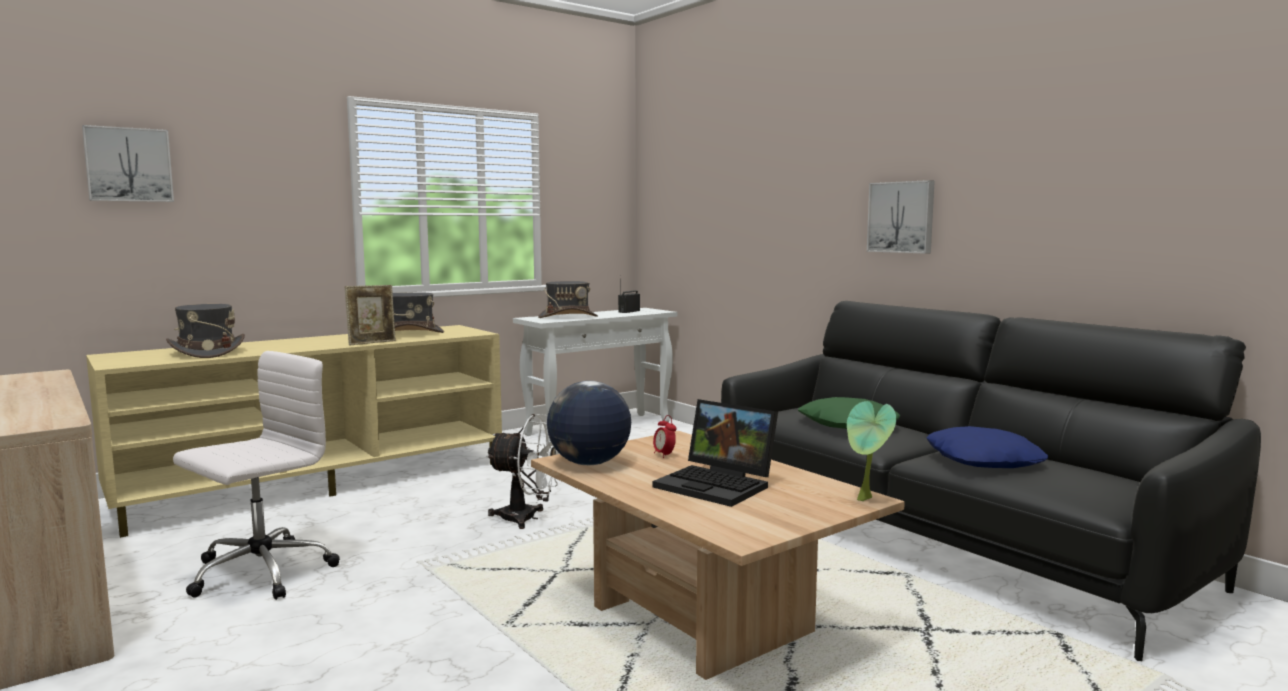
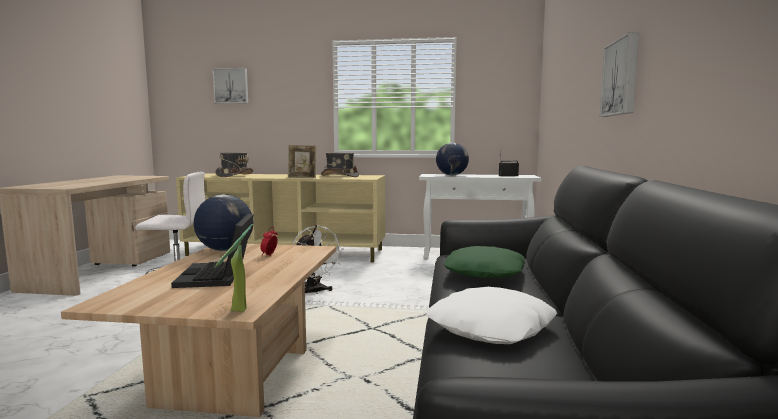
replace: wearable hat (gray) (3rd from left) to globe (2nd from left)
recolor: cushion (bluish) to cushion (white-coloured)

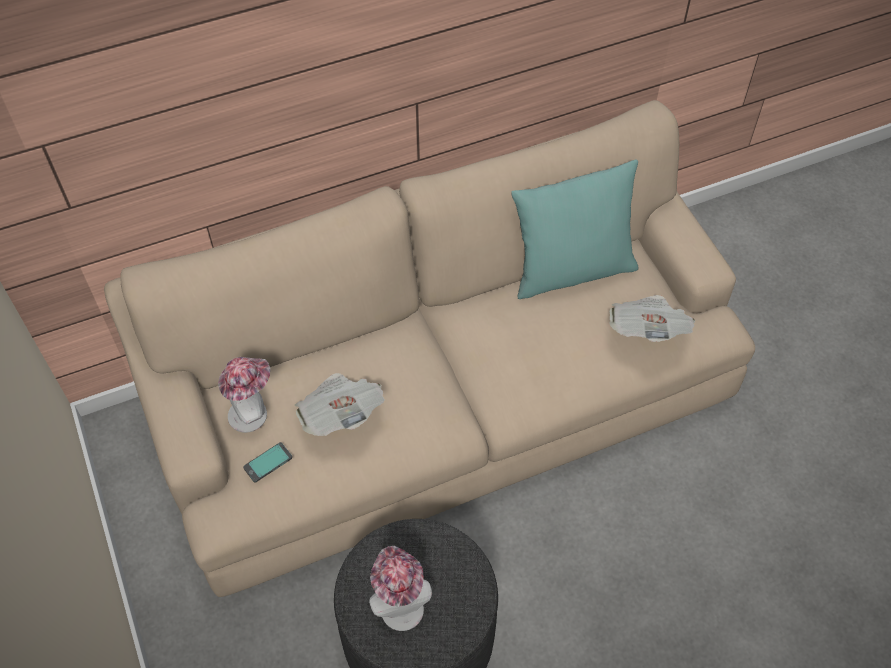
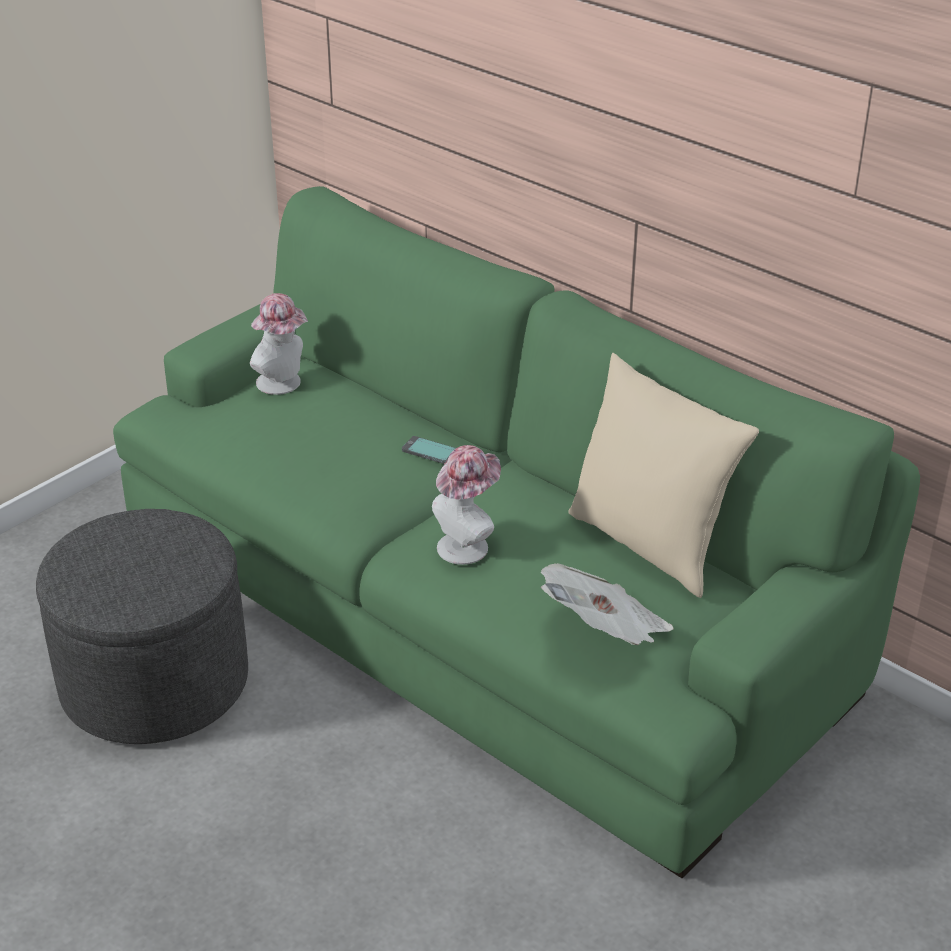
delete: printed paper (1st from left)
move: handset; wearable hat (2nd from left)
recolor: couch (beige-coloured) to couch (greenish); cushion (turquoise-coloured) to cushion (beige-coloured)

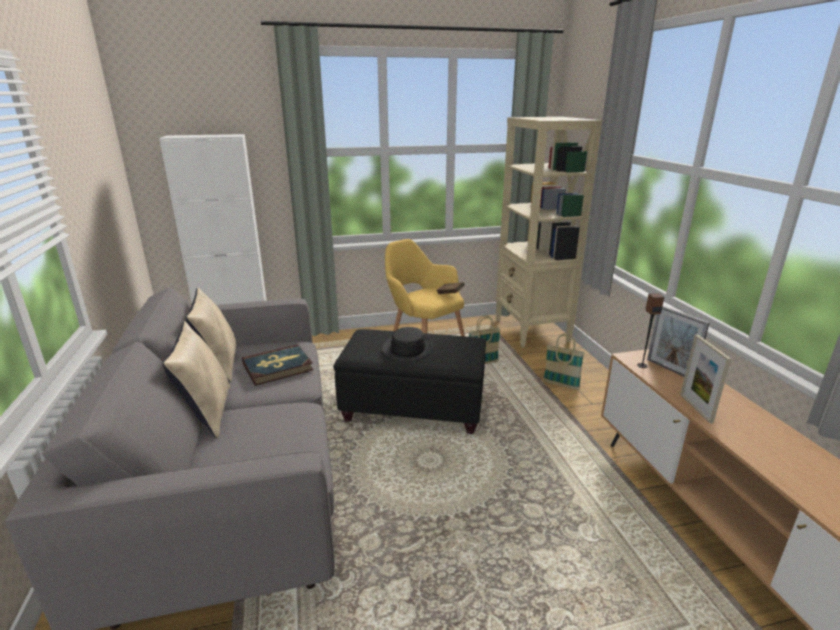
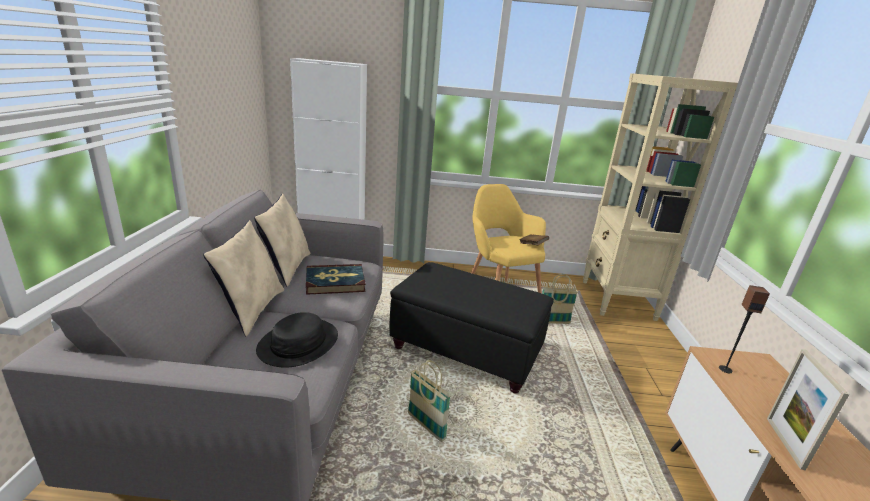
delete: standing frame (1st from left)
move: wearable hat (black-coloured); household basket (2nd from left in the first image) to household basket (1st from left)

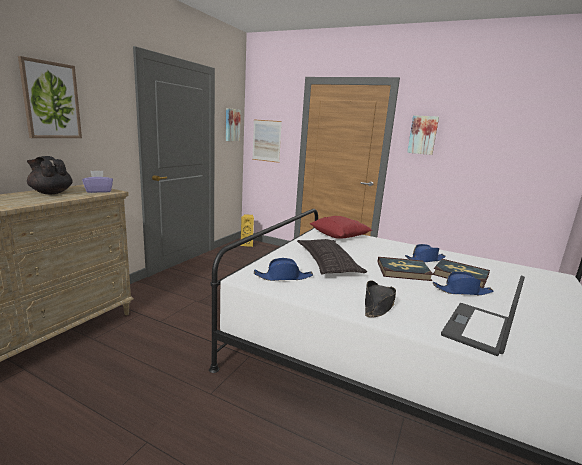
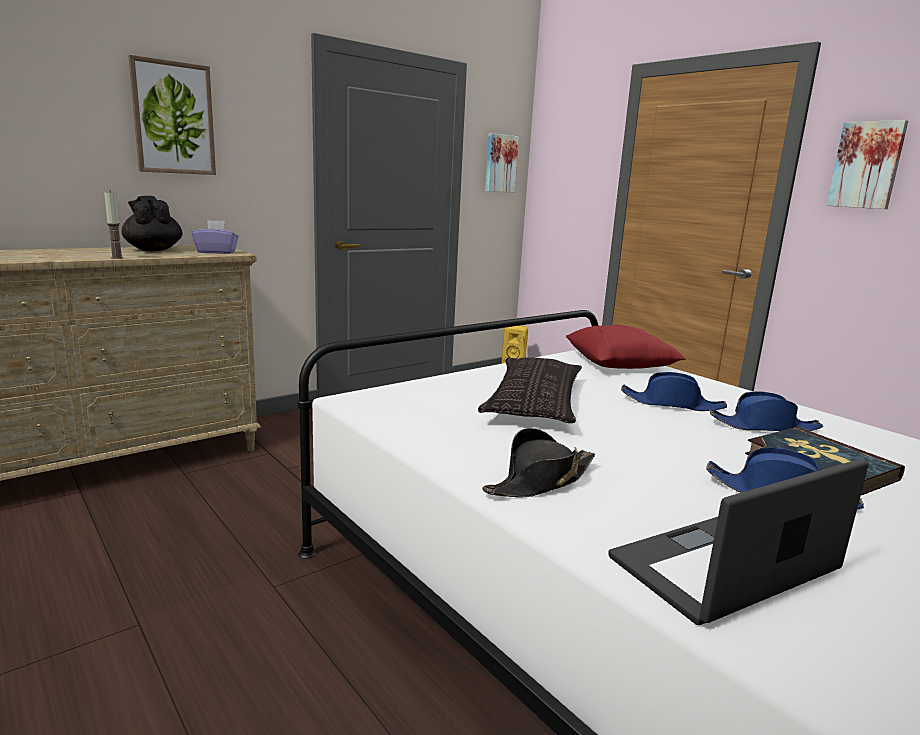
delete: wall picture (3rd from left); book (1st from left)
insert: candle
move: wearable hat (bluish) (1st from left)

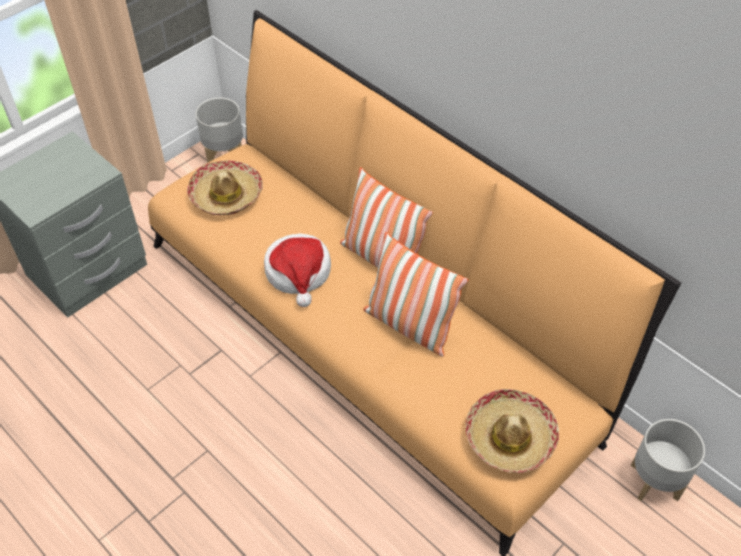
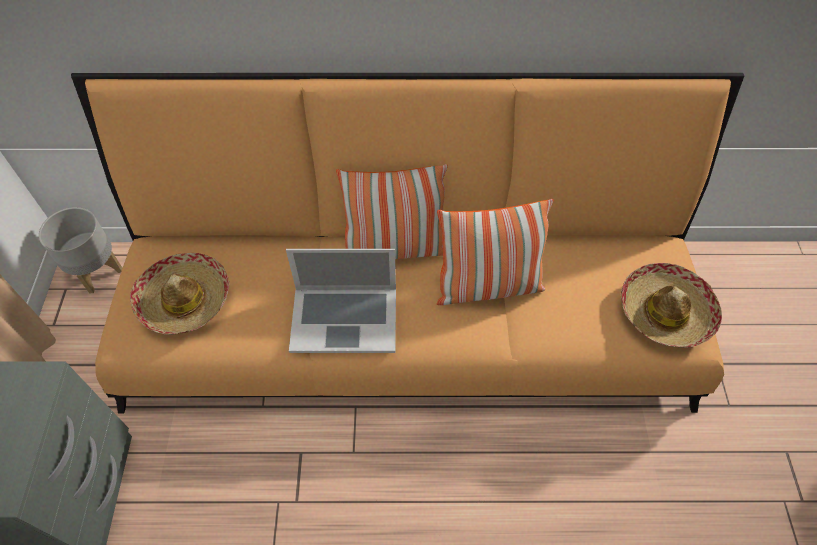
delete: plant pot (gray) (2nd from left)
replace: wearable hat (2nd from left) to laptop

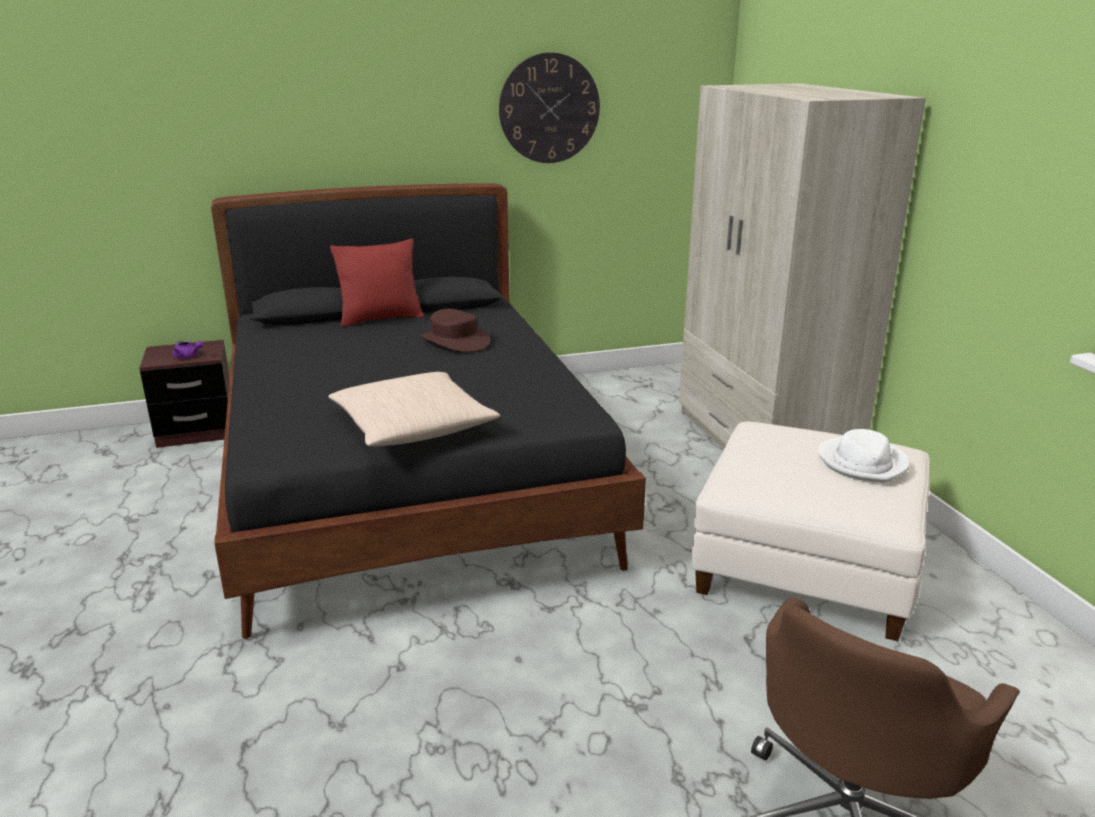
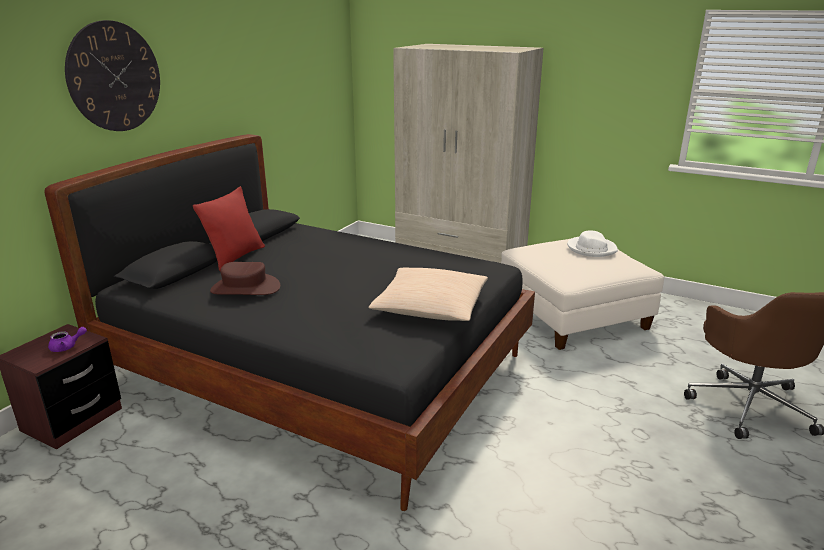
move: clock on the wall; wearable hat (brownish)

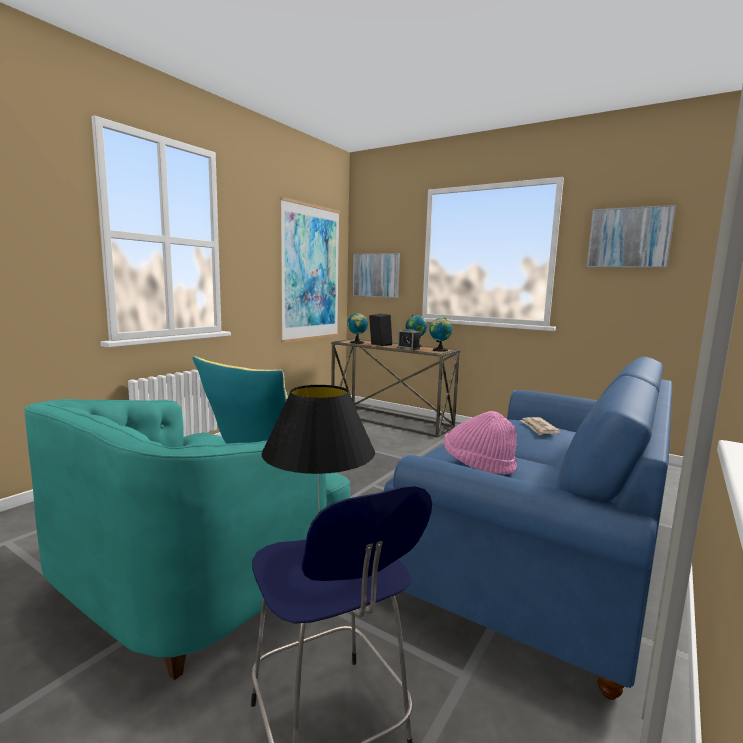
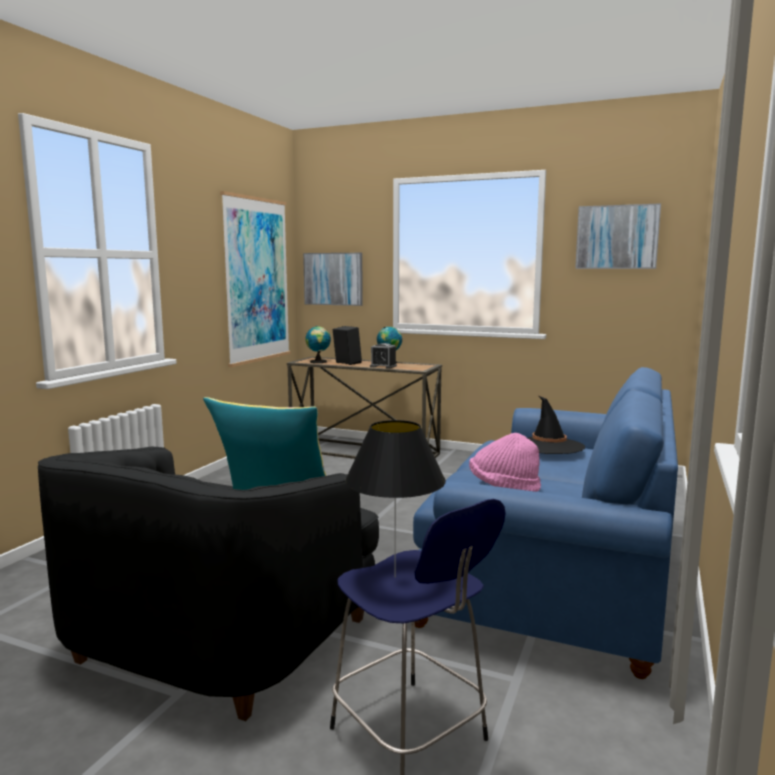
delete: globe (3rd from left)
replace: printed paper to wearable hat (black-coloured)
recolor: armchair (turquoise-coloured) to armchair (black-coloured)

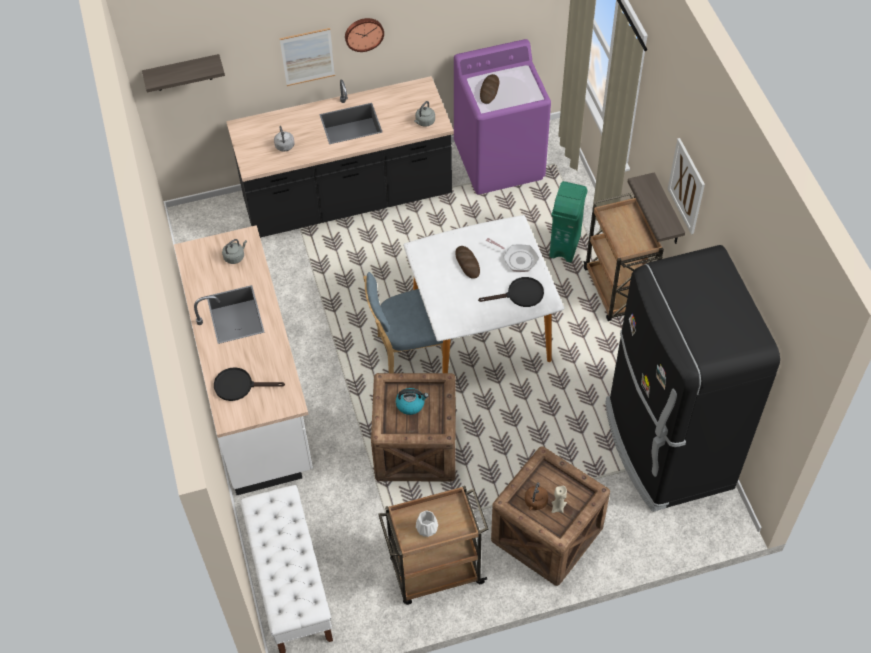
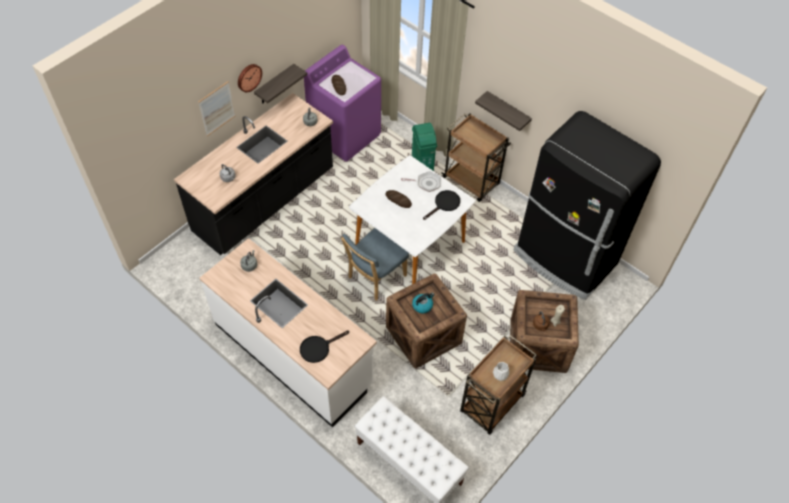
delete: wall picture (2nd from left)
move: shelf (1st from left)

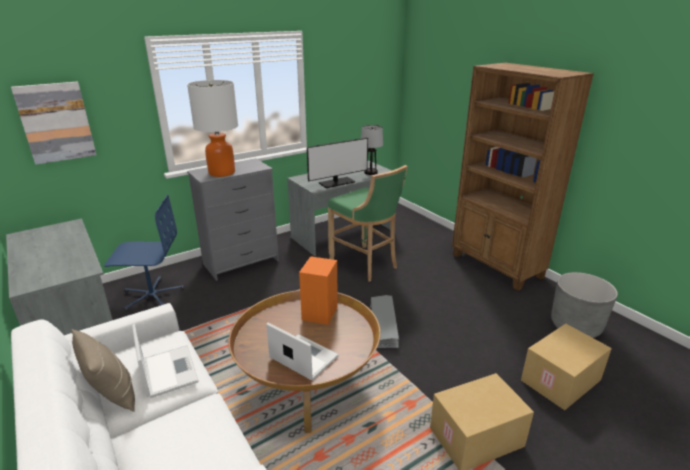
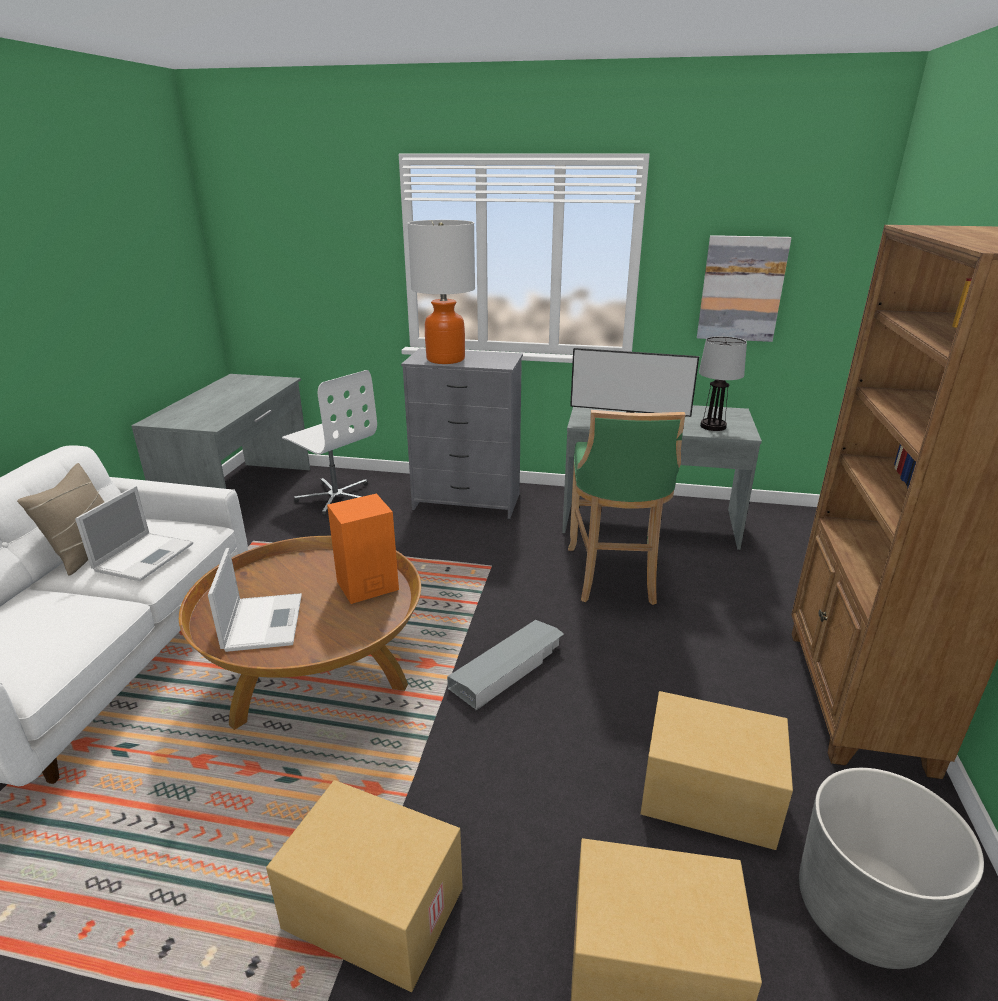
insert: packing box (3rd from left)
move: wall picture
recolor: computer chair (bluish) to computer chair (white-coloured)

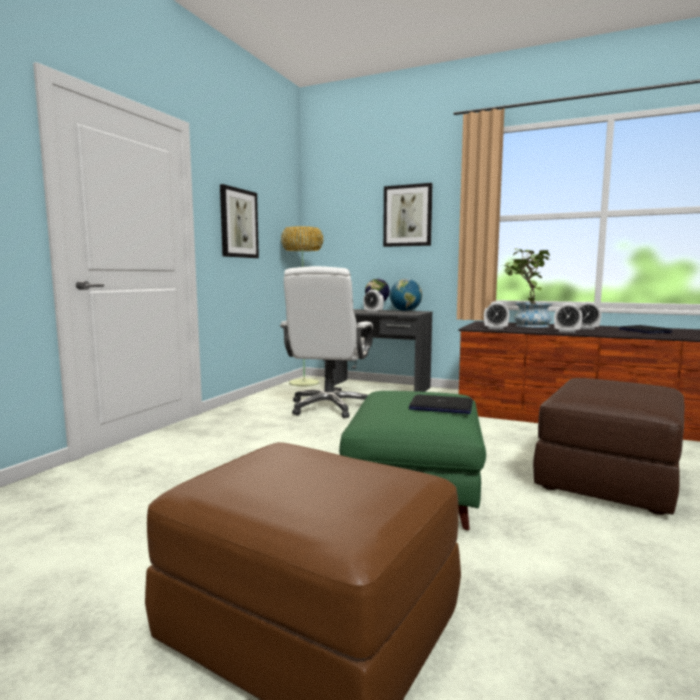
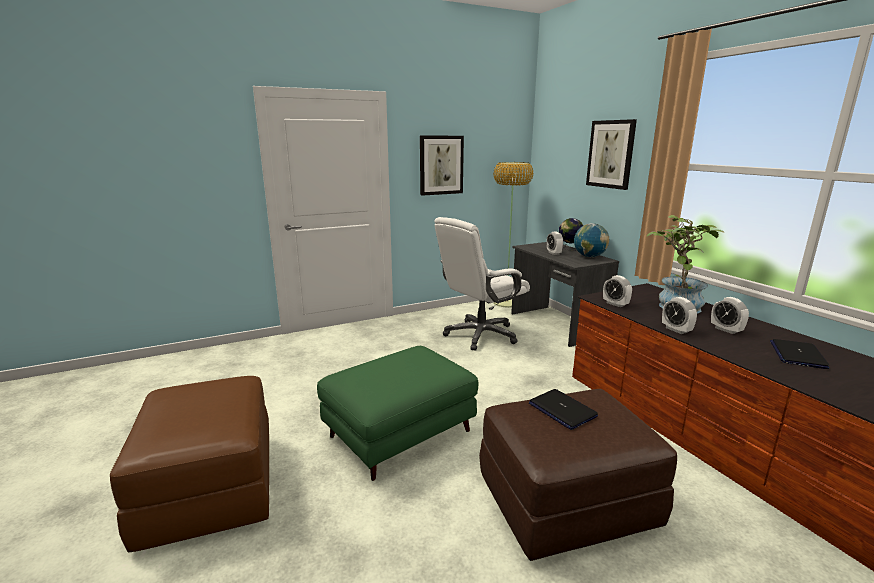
move: laptop (1st from left)

